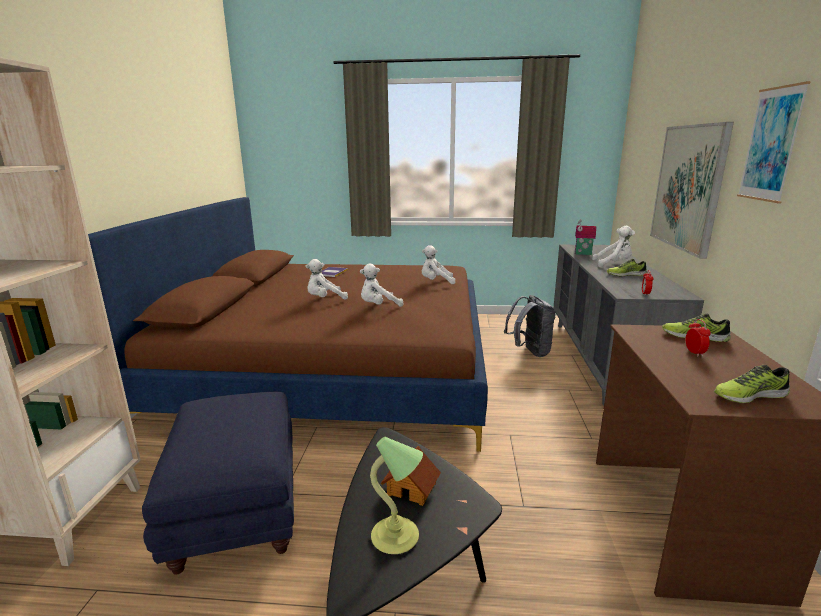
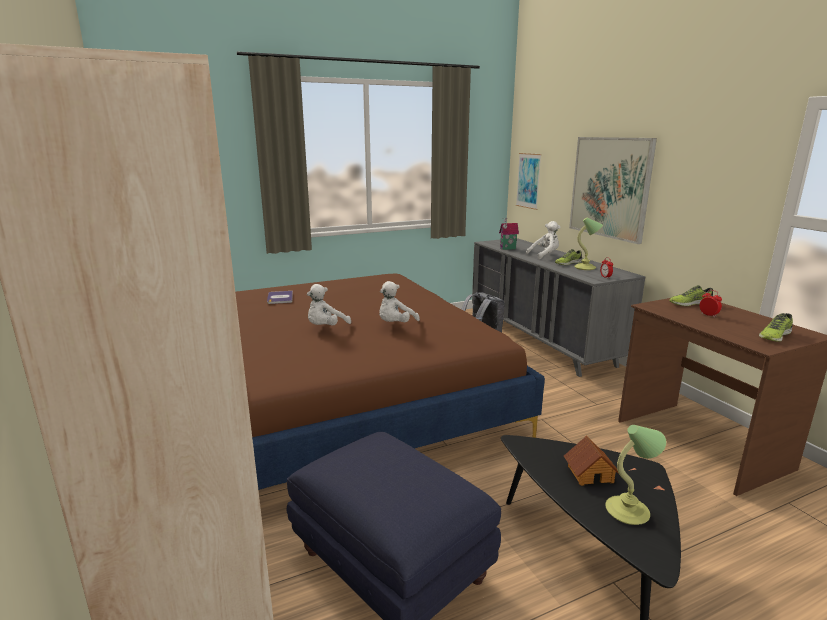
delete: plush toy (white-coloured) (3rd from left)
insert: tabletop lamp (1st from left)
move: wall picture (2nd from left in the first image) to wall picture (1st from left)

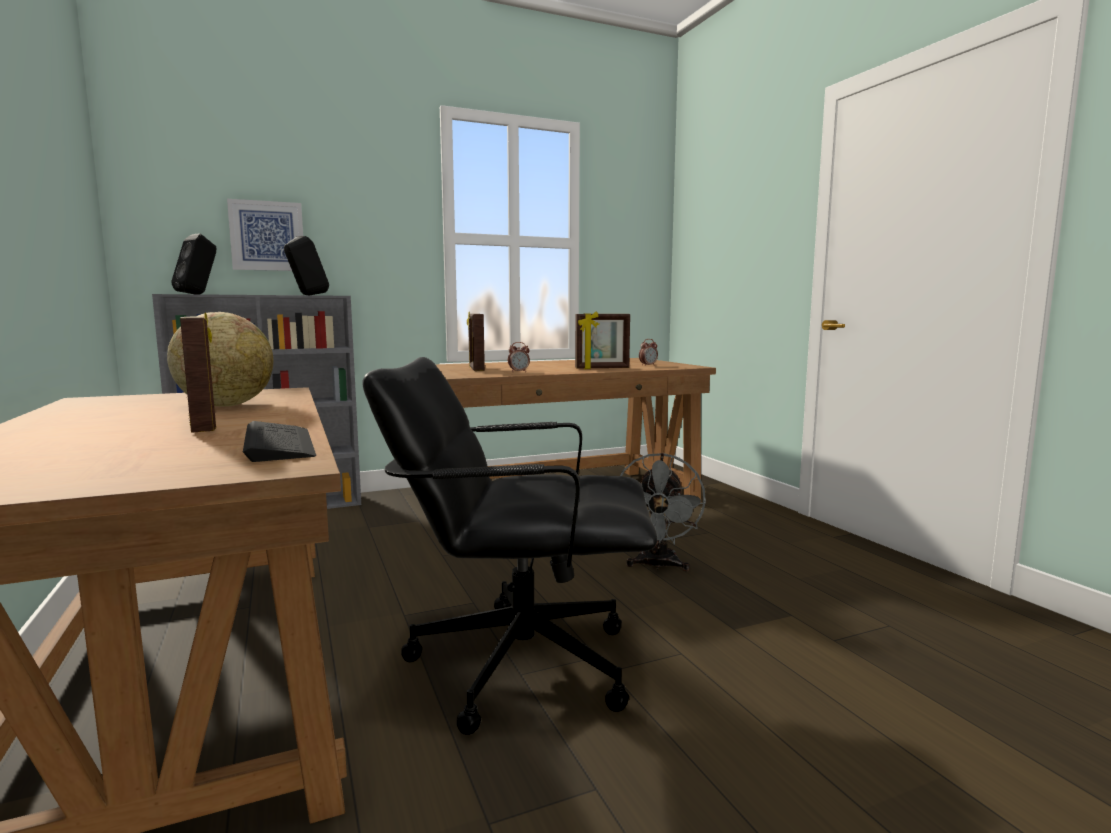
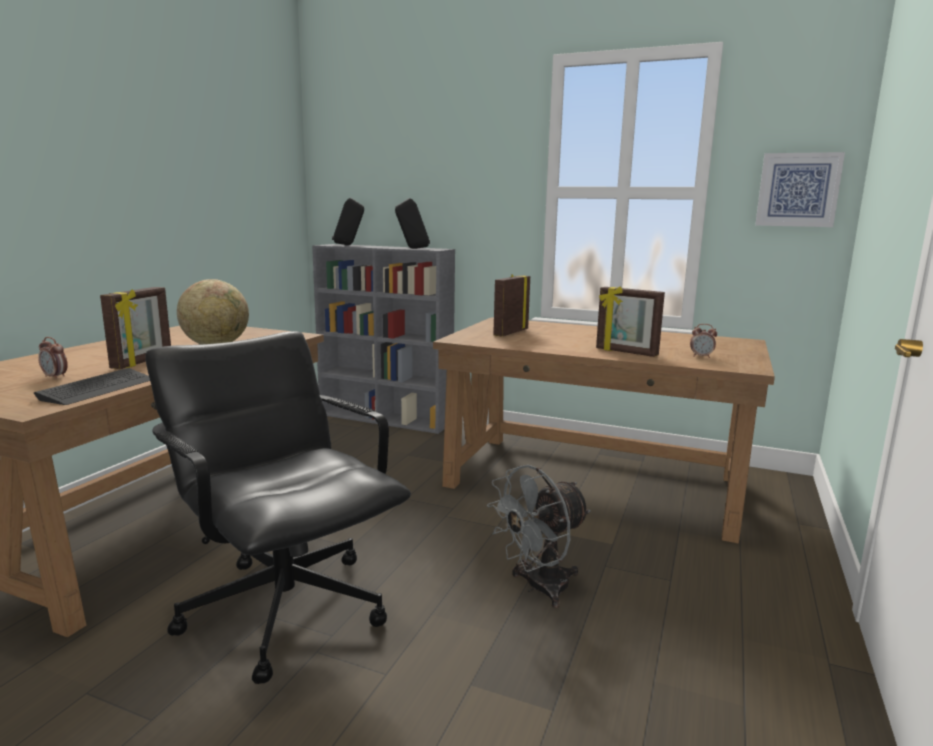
move: alarm clock (1st from left); wall picture

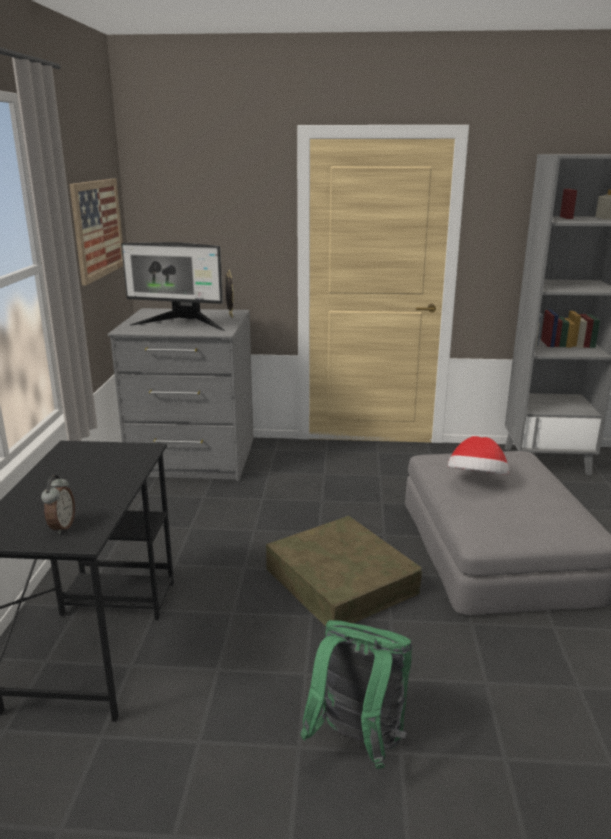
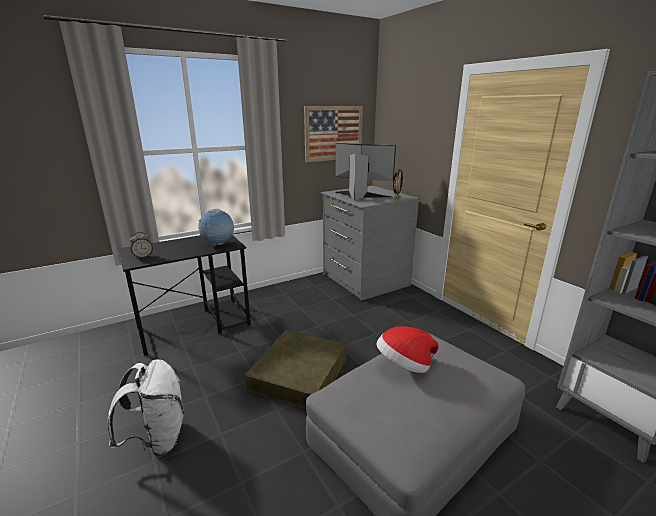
insert: globe
recolor: rucksack (greenish) to rucksack (white-coloured)
rotate: computer display 135 degrees clockwise

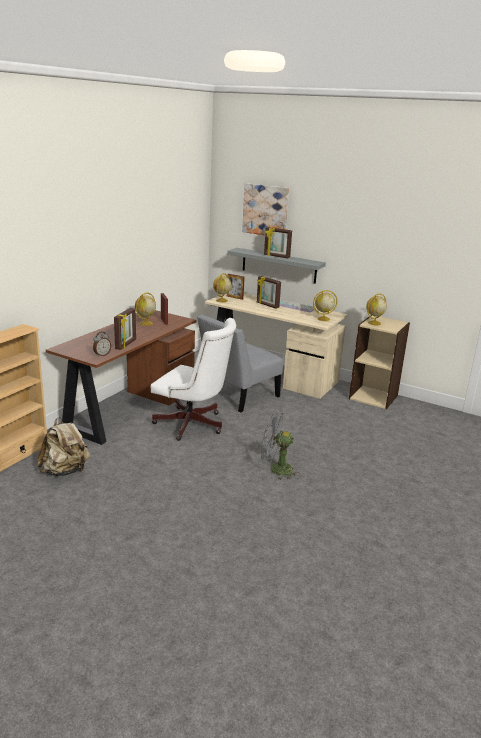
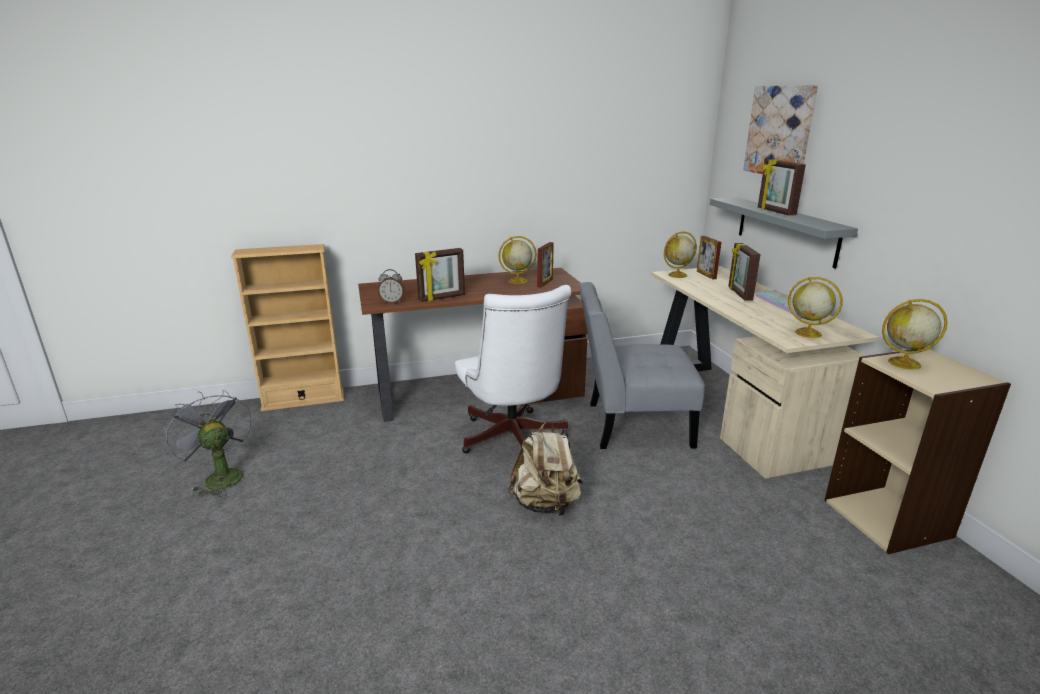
move: fan (gray); rucksack (beige-coloured)

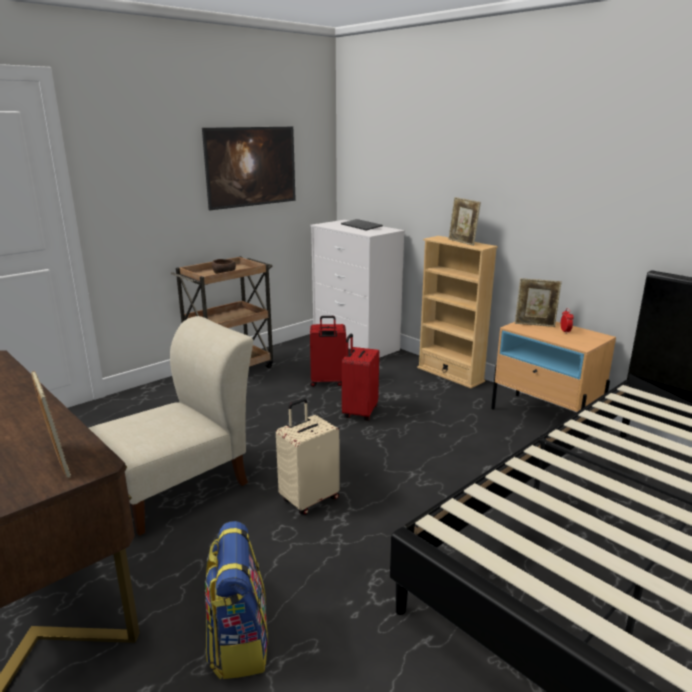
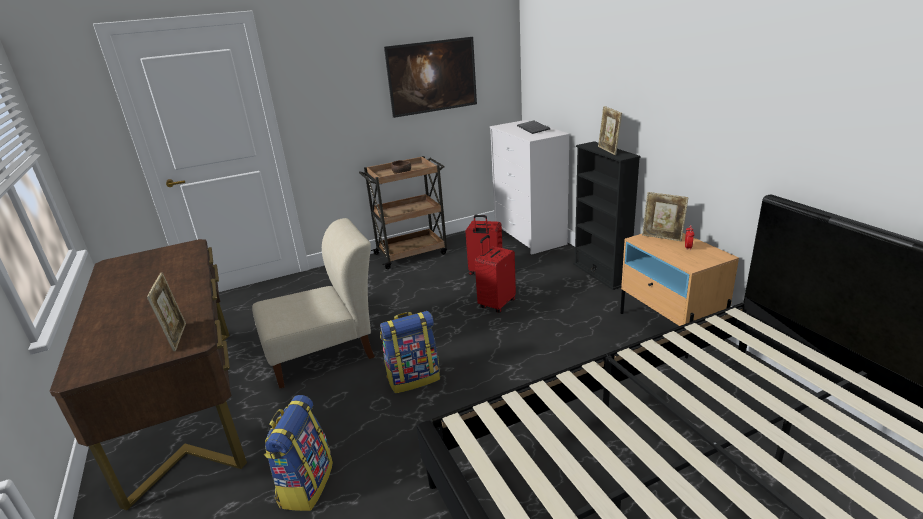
replace: travel case (beige-coloured) to rucksack (2nd from left)
recolor: bookshelf (beige-coloured) to bookshelf (black-coloured)

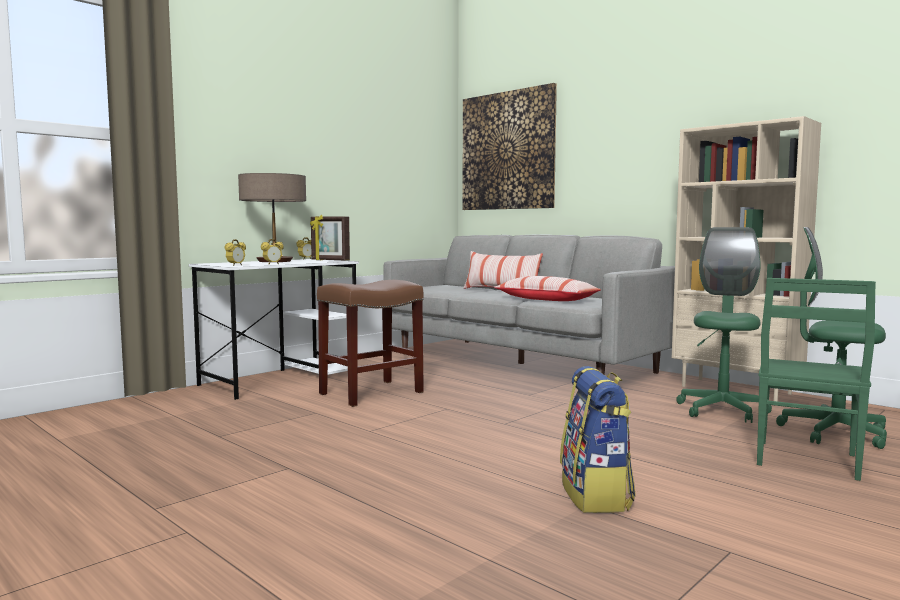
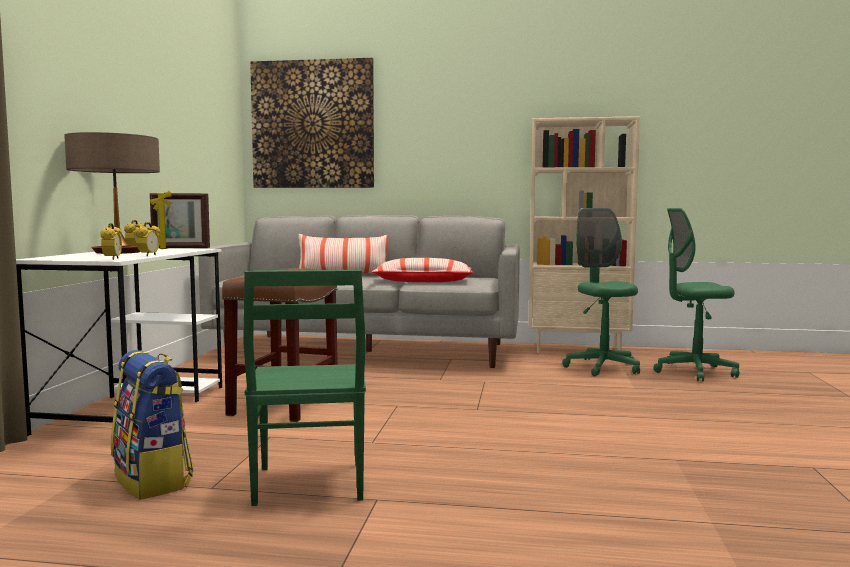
move: rucksack; upright chair (greenish)

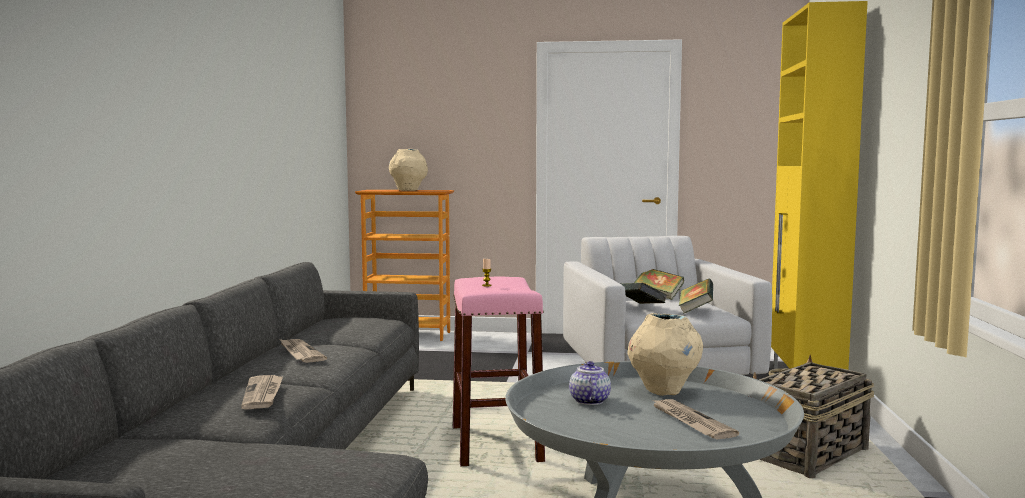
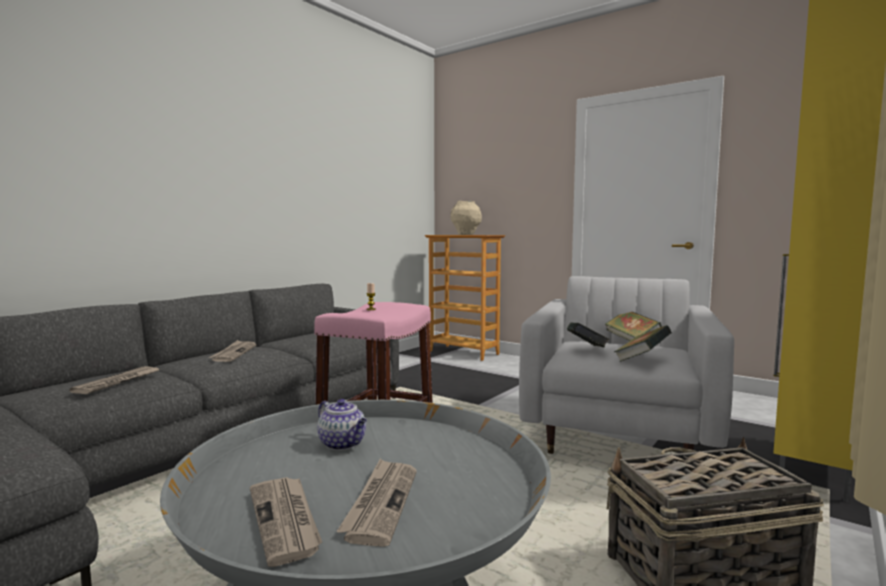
delete: vase (beige-coloured) (2nd from left)
insert: printed paper (3rd from left)
rotate: teapot 105 degrees clockwise

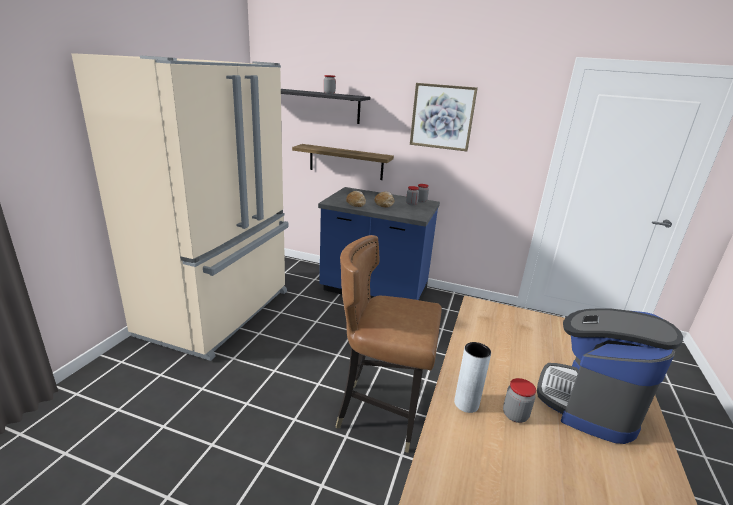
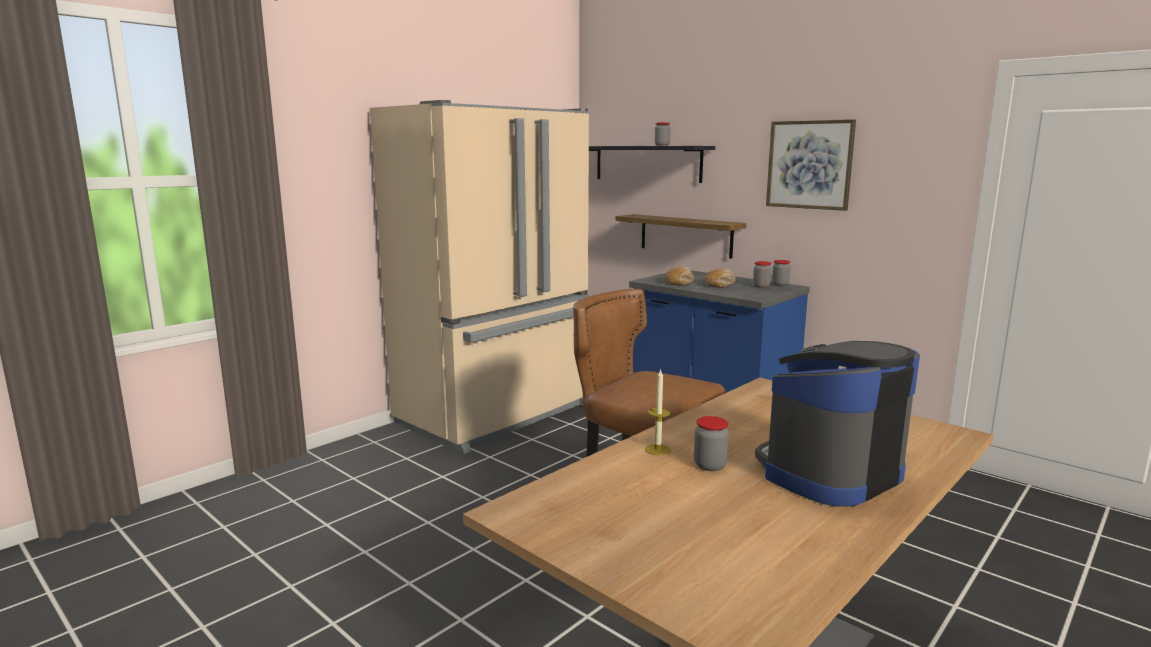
replace: vase (gray) to candle

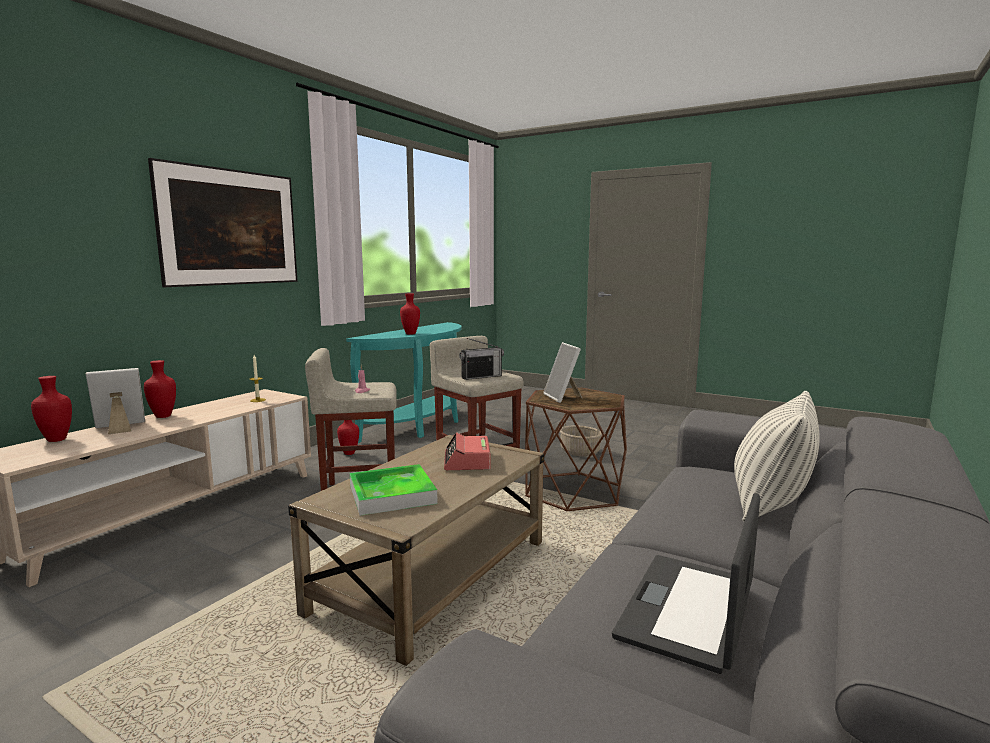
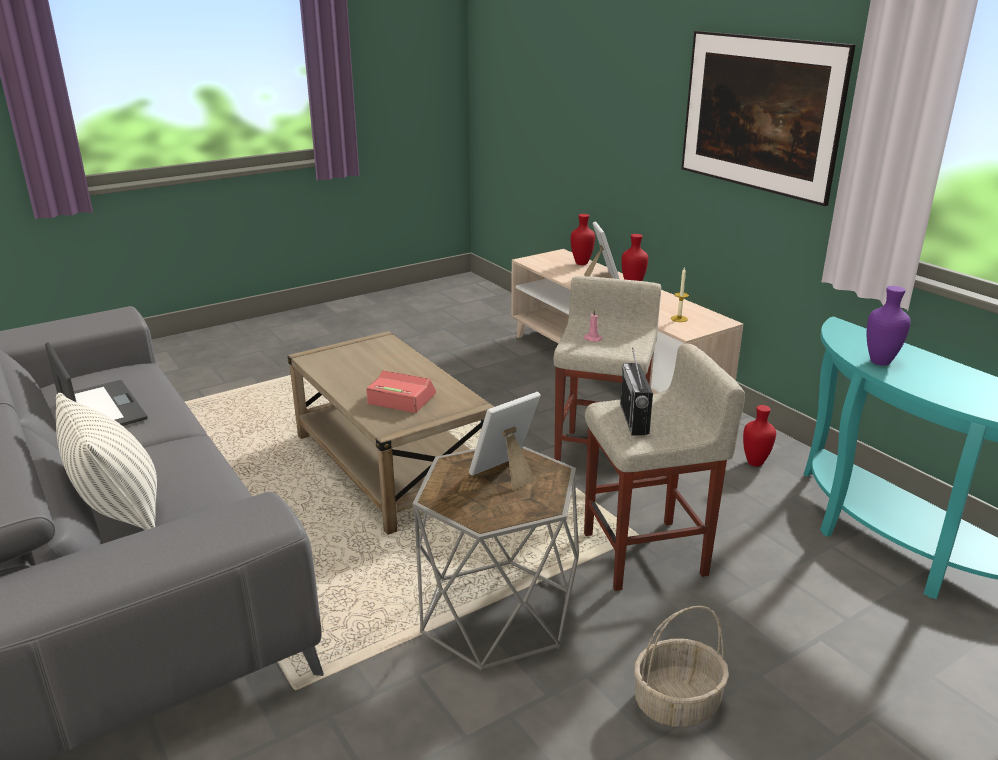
delete: carrying tray
recolor: accent table (brownish) to accent table (gray); vase (red-coloured) (4th from left) to vase (purplish)
rotate: standing frame (2nd from left in the first image) 45 degrees counterclockwise

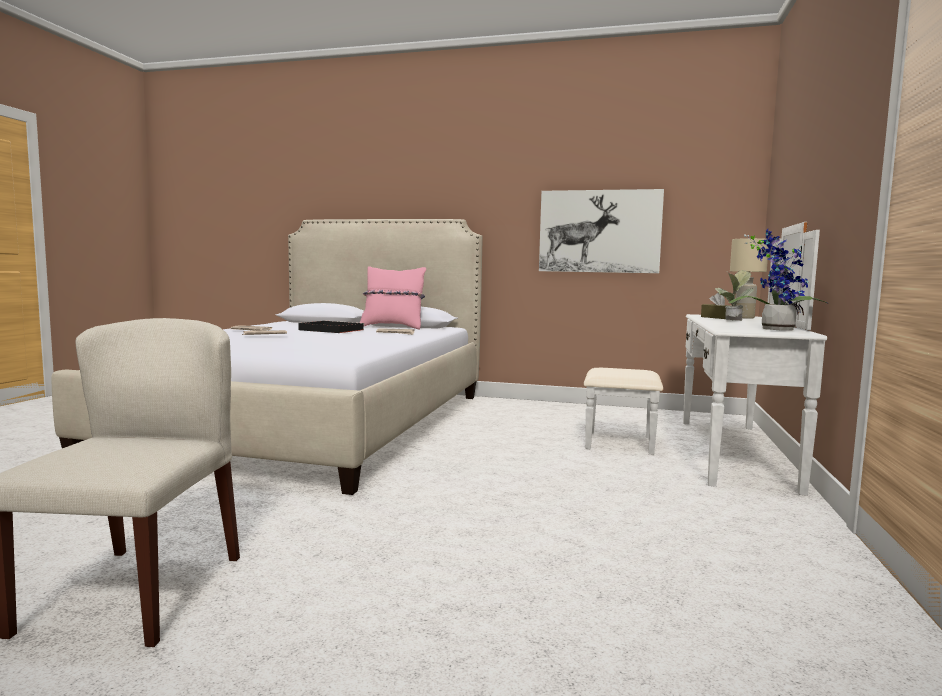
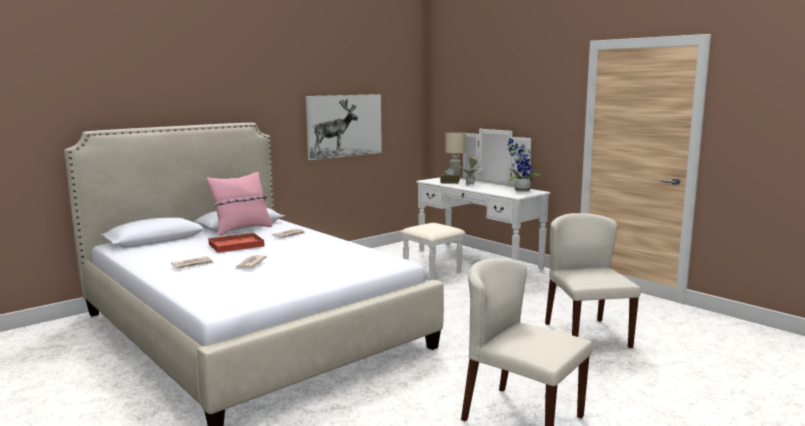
insert: upright chair (beige-coloured) (2nd from left)
recolor: carrying tray (black-coloured) to carrying tray (red-coloured)

